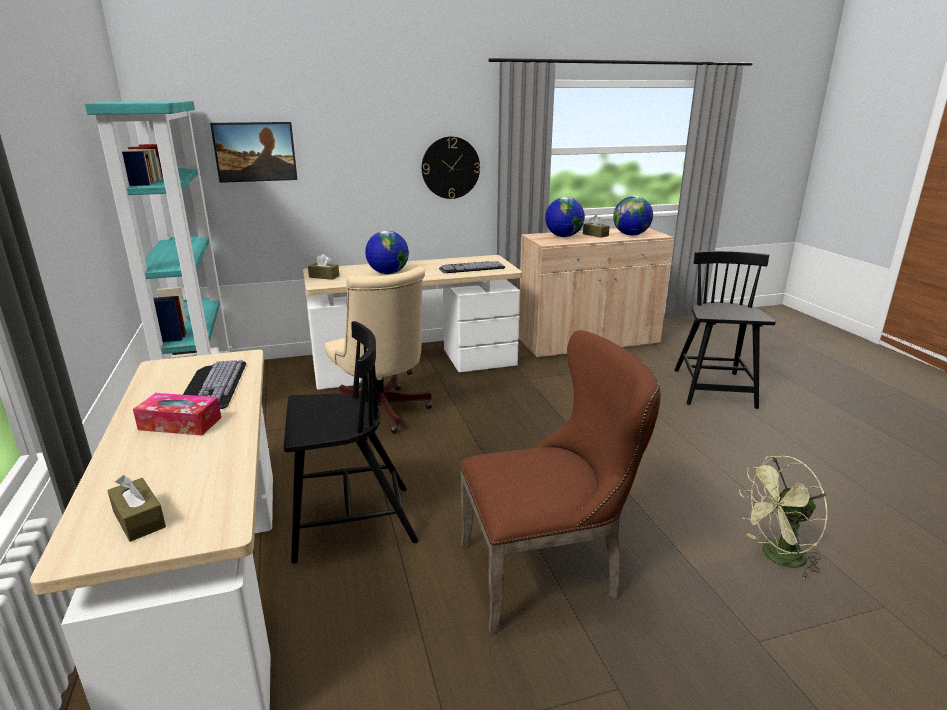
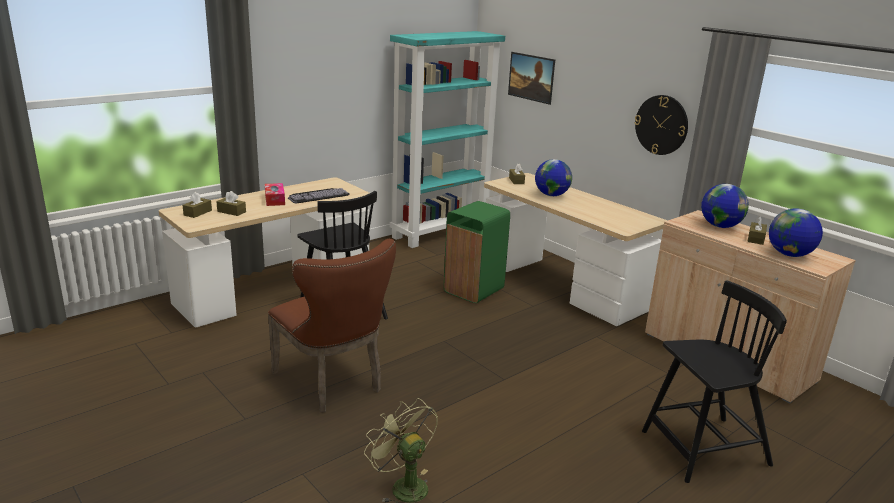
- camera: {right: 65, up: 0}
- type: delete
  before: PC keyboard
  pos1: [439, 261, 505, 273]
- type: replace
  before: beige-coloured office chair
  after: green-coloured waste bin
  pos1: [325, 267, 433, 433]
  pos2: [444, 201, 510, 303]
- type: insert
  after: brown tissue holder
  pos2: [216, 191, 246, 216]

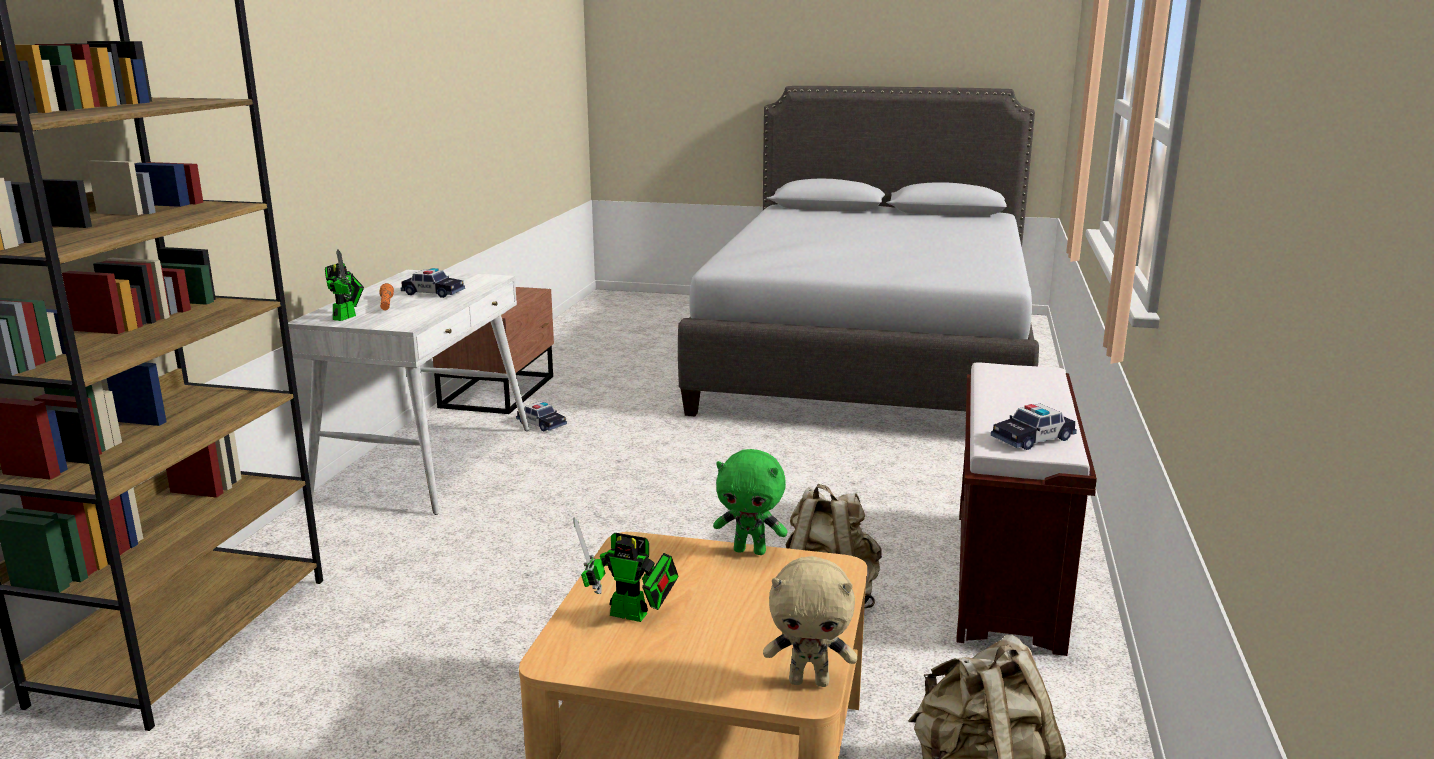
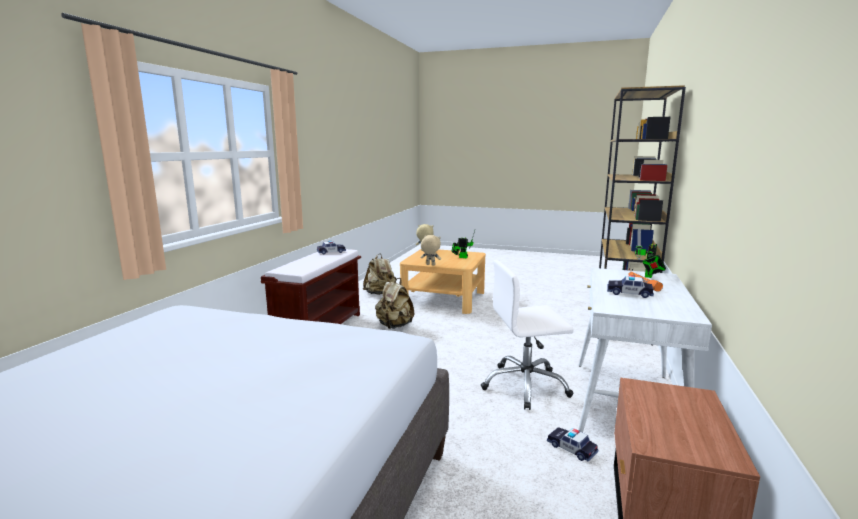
- camera: {right: -175, up: -5}
- type: recolor
  before: green-coloured plush toy
  after: beige-coloured plush toy
  pos1: [713, 449, 788, 555]
  pos2: [420, 235, 441, 265]
- type: insert
  after: white-coloured office chair
  pos2: [481, 260, 574, 410]

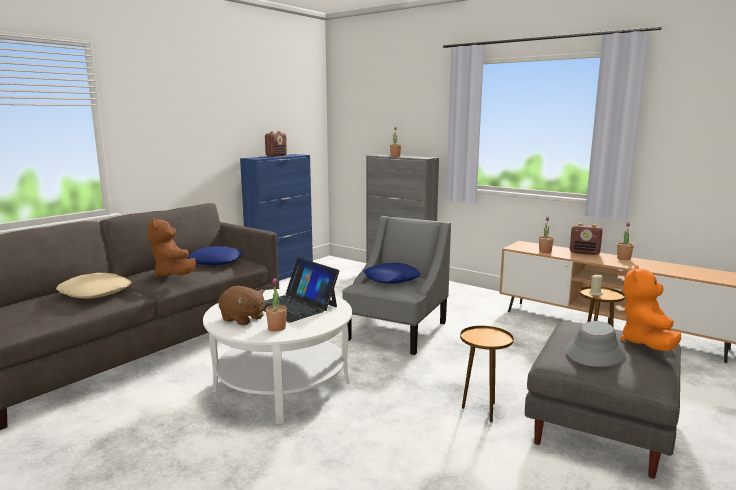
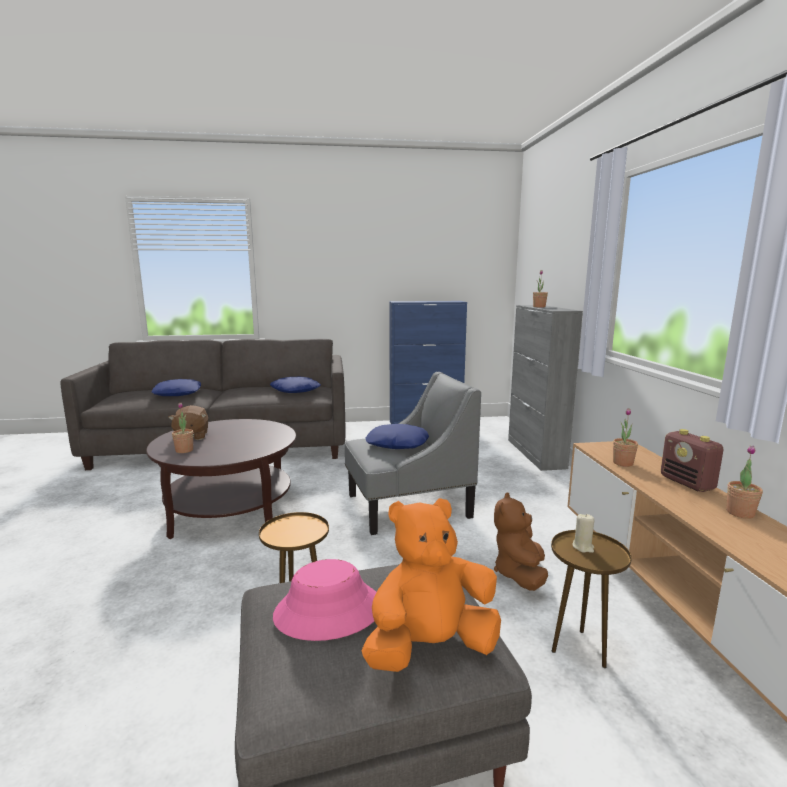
- camera: {right: 45, up: 0}
- type: delete
  before: radio
  pos1: [265, 131, 287, 157]
- type: move
  before: brown plush toy
  pos1: [147, 218, 196, 278]
  pos2: [494, 492, 548, 591]
- type: delete
  before: portable computer
  pos1: [263, 257, 339, 323]
- type: recolor
  before: beige-coloured throw pillow
  after: bluish throw pillow
  pos1: [56, 273, 132, 299]
  pos2: [152, 379, 201, 396]
- type: recolor
  before: white-coloured low table
  after: brown low table
  pos1: [203, 289, 352, 424]
  pos2: [146, 419, 296, 539]
- type: recolor
  before: greyish hat
  after: pink-coloured hat
  pos1: [566, 321, 626, 367]
  pos2: [273, 559, 377, 641]

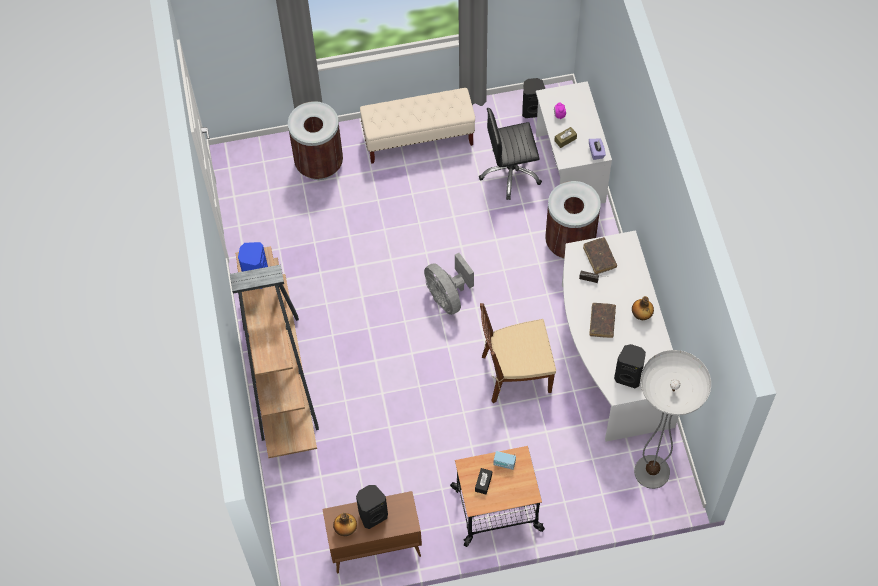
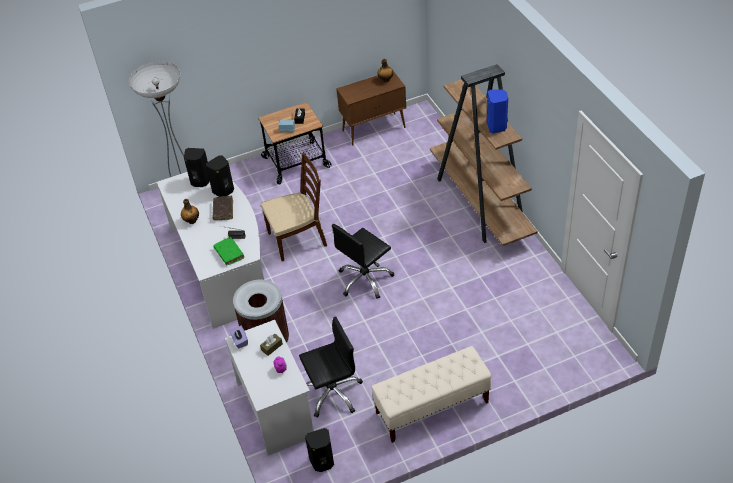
- camera: {right: 170, up: -15}
- type: delete
  before: brown waste bin
  pos1: [288, 101, 343, 180]
- type: recolor
  before: brown book
  after: green-coloured book
  pos1: [583, 237, 617, 274]
  pos2: [213, 237, 244, 265]
- type: replace
  before: greyish cooling fan
  after: black office chair
  pos1: [424, 253, 474, 315]
  pos2: [332, 224, 394, 299]
- type: move
  before: black loudspeaker
  pos1: [356, 485, 388, 529]
  pos2: [206, 155, 234, 197]

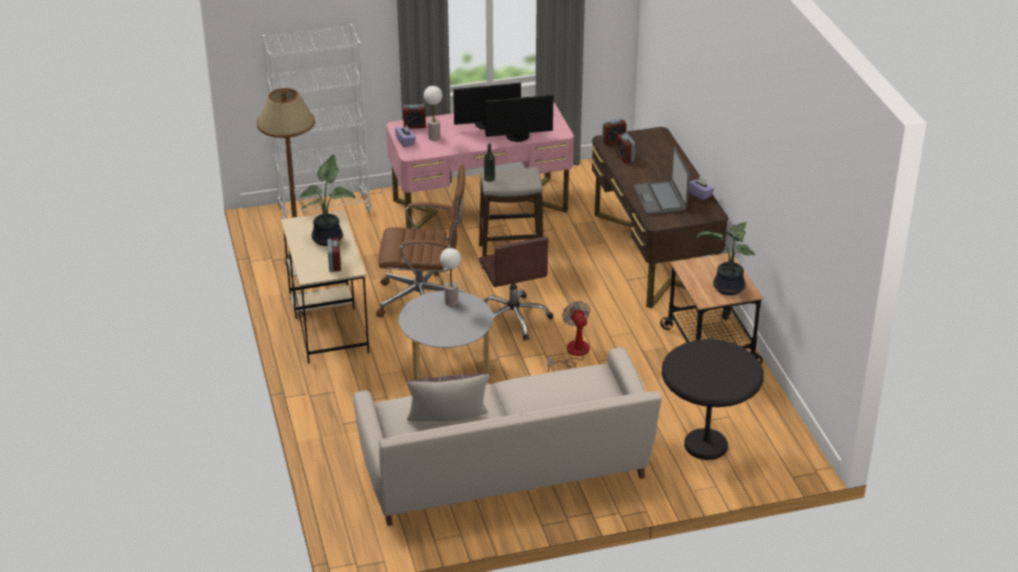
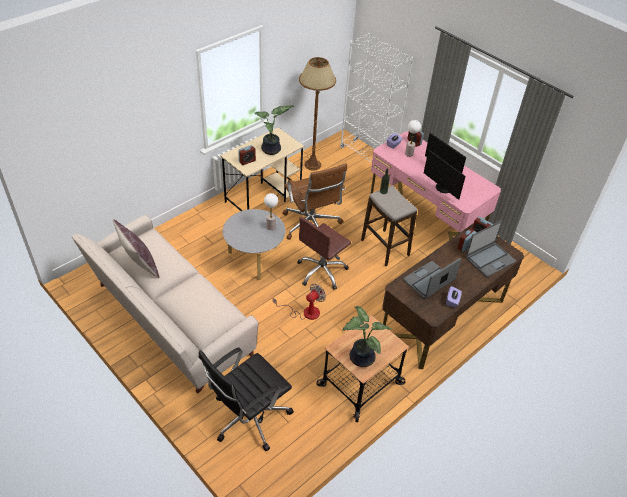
- camera: {right: 60, up: 10}
- type: replace
  before: black accent table
  after: black office chair
  pos1: [662, 339, 764, 460]
  pos2: [199, 347, 294, 452]
- type: insert
  after: portable computer
  pos2: [466, 221, 516, 277]

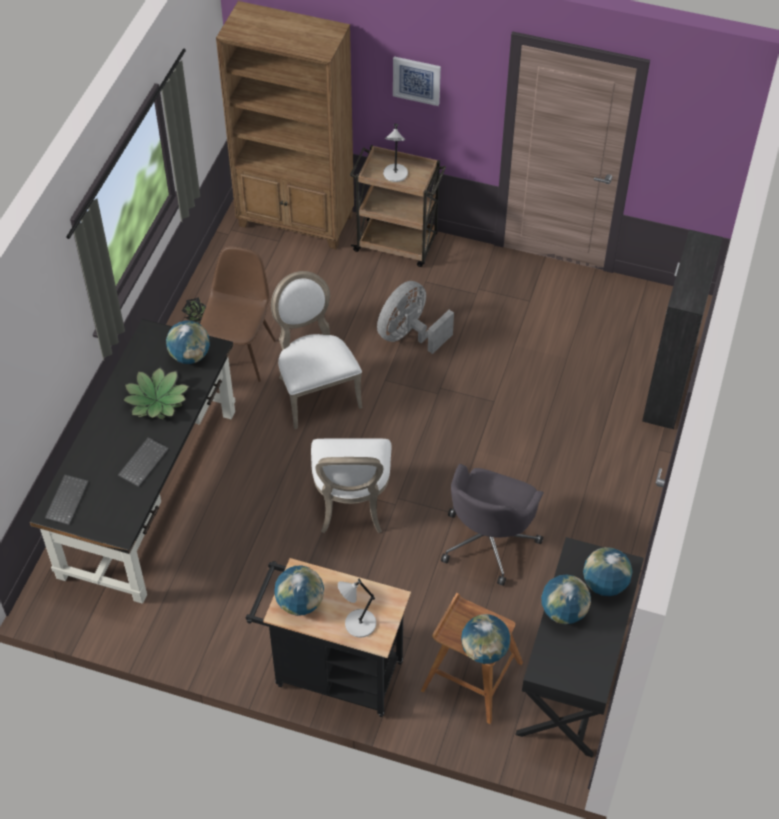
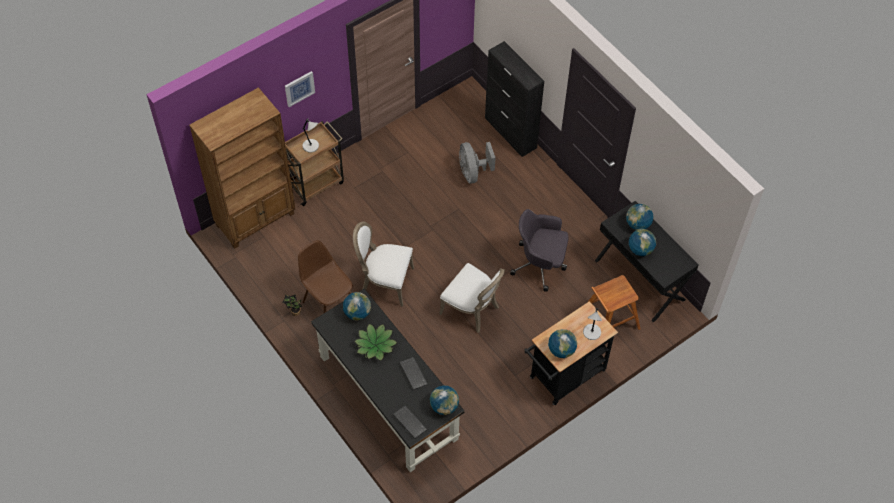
- camera: {right: -55, up: 5}
- type: move
  before: greyish cooling fan
  pos1: [377, 281, 454, 354]
  pos2: [459, 142, 496, 183]
- type: rotate
  before: greyish office chair
  pos1: [441, 464, 544, 586]
  pos2: [510, 209, 568, 292]
  turn: 135
- type: move
  before: globe
  pos1: [461, 614, 510, 664]
  pos2: [430, 386, 459, 415]

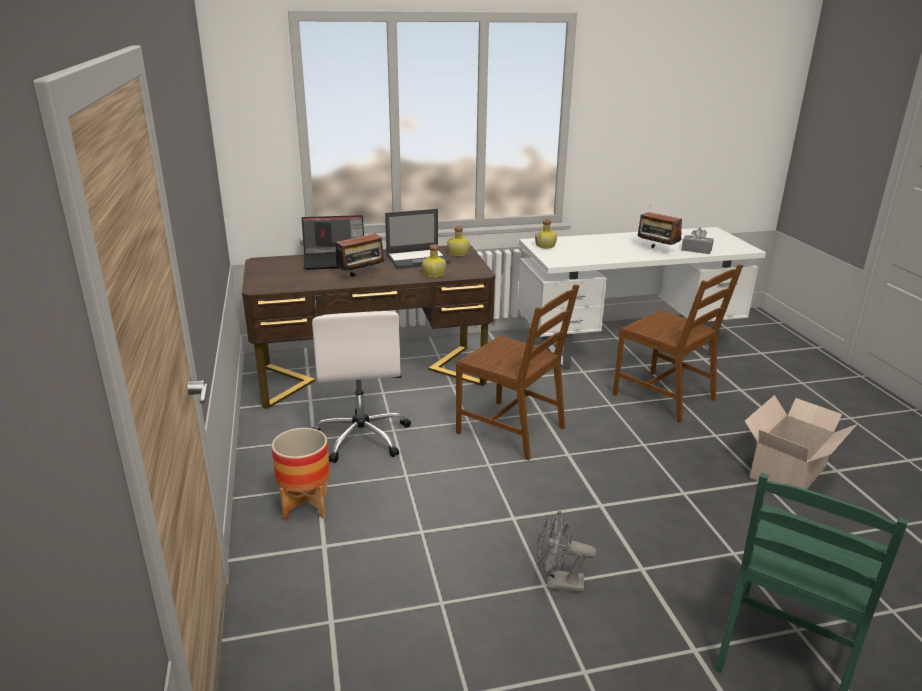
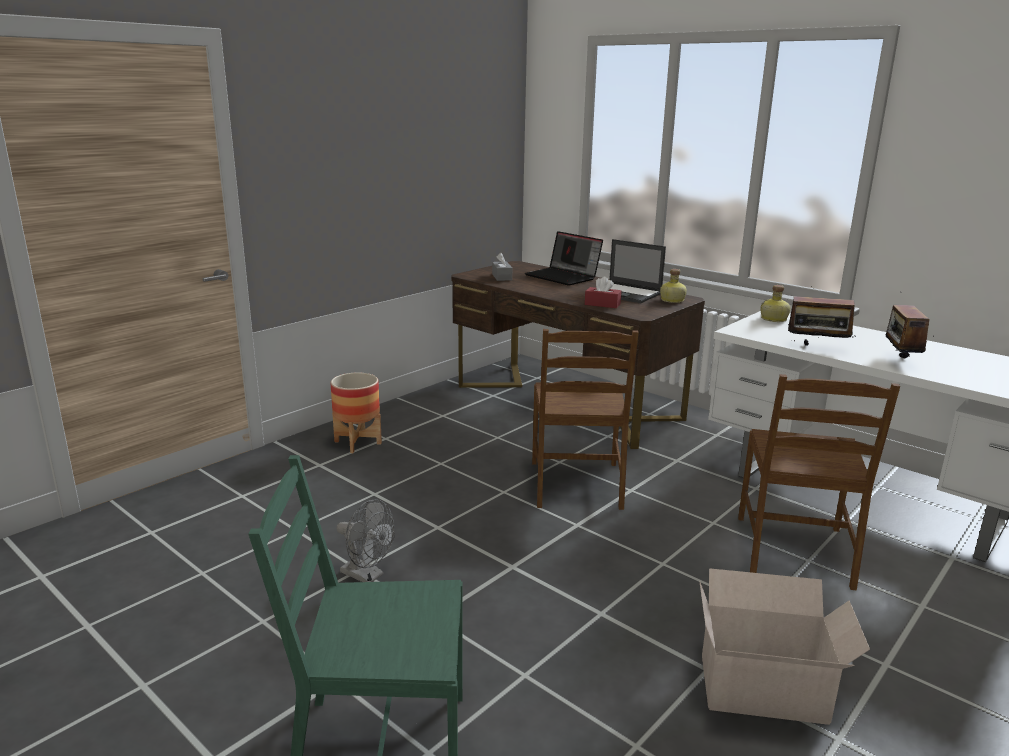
- camera: {right: 55, up: -5}
- type: move
  before: greyish tissue holder
  pos1: [682, 228, 714, 254]
  pos2: [492, 253, 512, 281]
- type: move
  before: radio
  pos1: [336, 233, 388, 277]
  pos2: [788, 284, 855, 345]
- type: replace
  before: beverage bottle
  after: reddish tissue holder
  pos1: [422, 245, 446, 277]
  pos2: [585, 277, 621, 308]
- type: delete
  before: white-coloured office chair
  pos1: [312, 311, 411, 463]
- type: rotate
  before: greyish cooling fan
  pos1: [537, 511, 597, 593]
  pos2: [337, 500, 395, 582]
  turn: 150

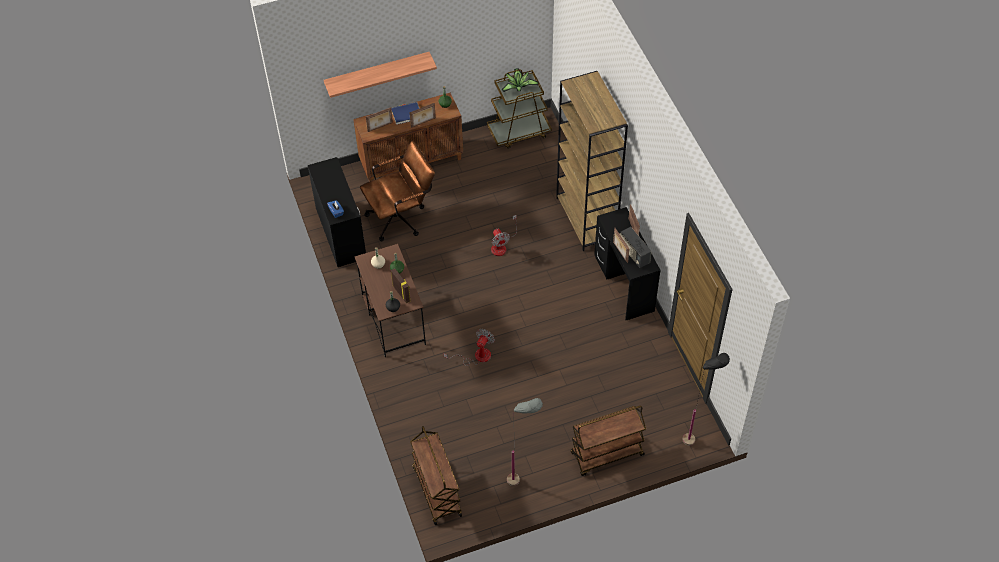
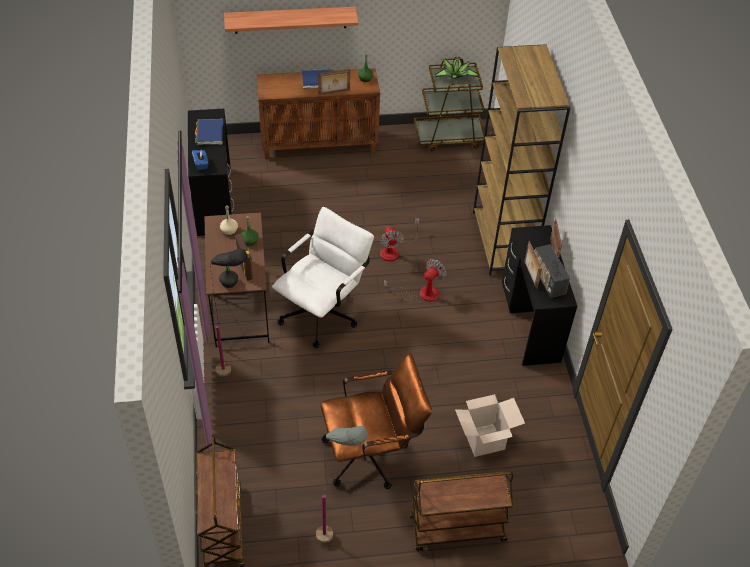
- camera: {right: 10, up: -5}
- type: delete
  before: standing frame
  pos1: [366, 107, 393, 132]
- type: move
  before: brown office chair
  pos1: [360, 140, 435, 242]
  pos2: [320, 353, 432, 489]
- type: move
  before: cooling fan
  pos1: [444, 329, 495, 366]
  pos2: [383, 259, 447, 302]
- type: move
  before: black standard lamp
  pos1: [682, 353, 730, 445]
  pos2: [210, 249, 248, 377]
- type: insert
  after: bluish book
  pos2: [195, 119, 223, 145]
- type: insert
  after: white-coloured office chair
  pos2: [272, 207, 374, 348]
- type: insert
  after: packing box
  pos2: [455, 394, 525, 457]

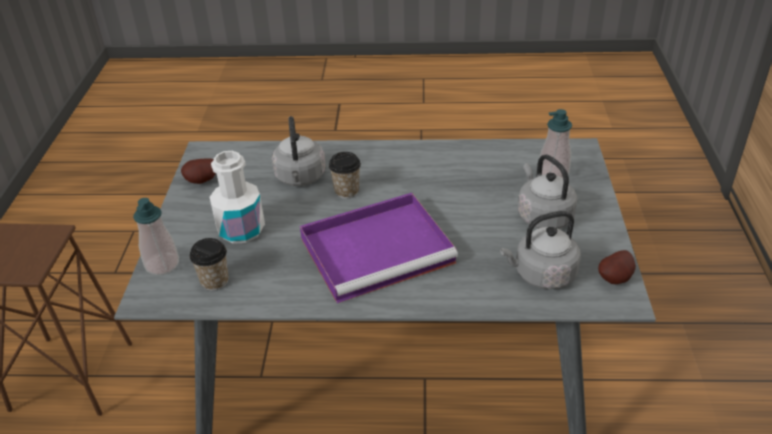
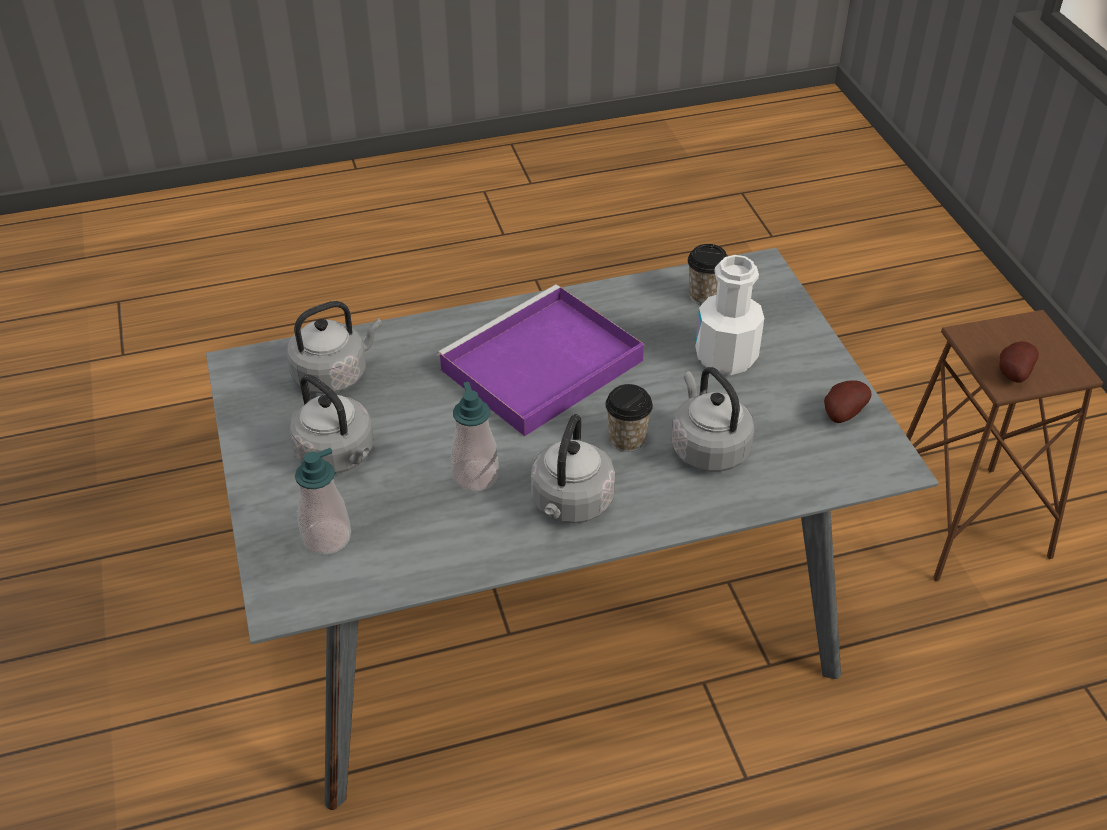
- camera: {right: 160, up: 5}
- type: move
  before: soap dispenser
  pos1: [133, 198, 179, 275]
  pos2: [451, 382, 499, 492]
- type: move
  before: potato
  pos1: [598, 250, 636, 284]
  pos2: [1000, 341, 1039, 383]
- type: insert
  after: greyish kettle
  pos2: [531, 414, 615, 523]

